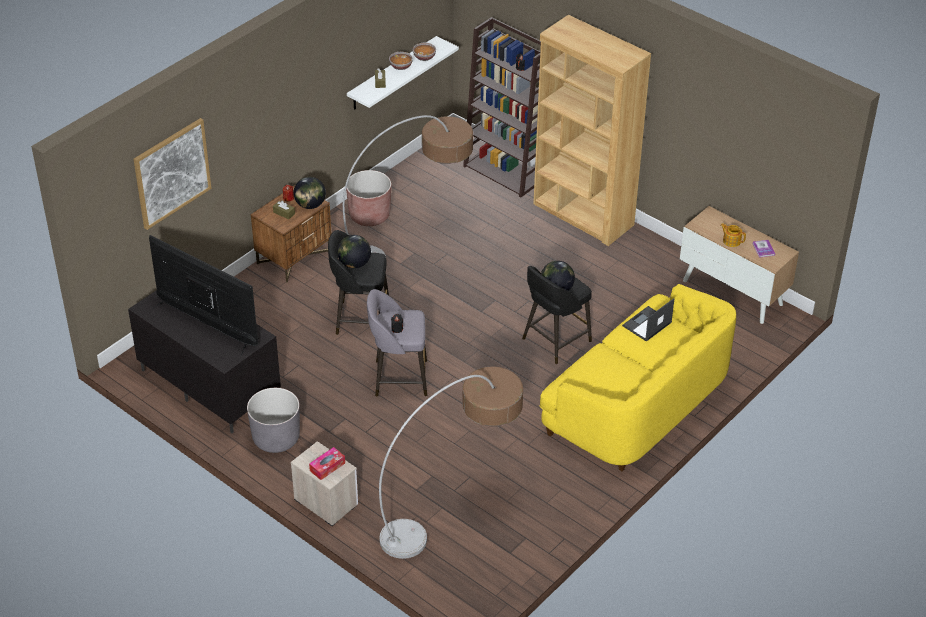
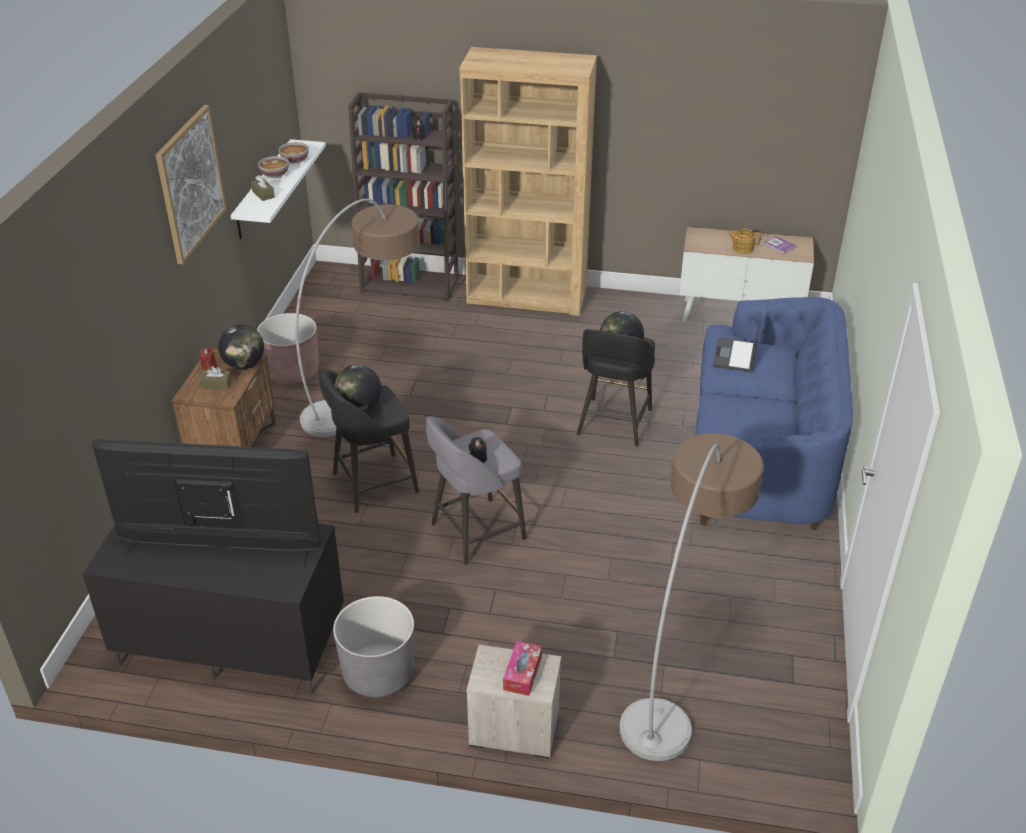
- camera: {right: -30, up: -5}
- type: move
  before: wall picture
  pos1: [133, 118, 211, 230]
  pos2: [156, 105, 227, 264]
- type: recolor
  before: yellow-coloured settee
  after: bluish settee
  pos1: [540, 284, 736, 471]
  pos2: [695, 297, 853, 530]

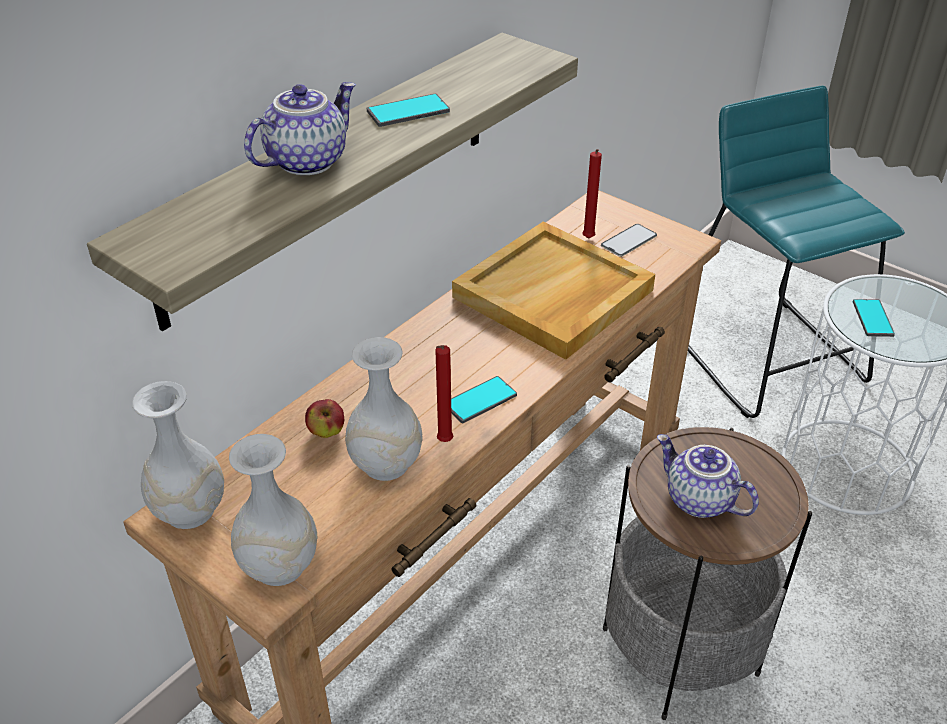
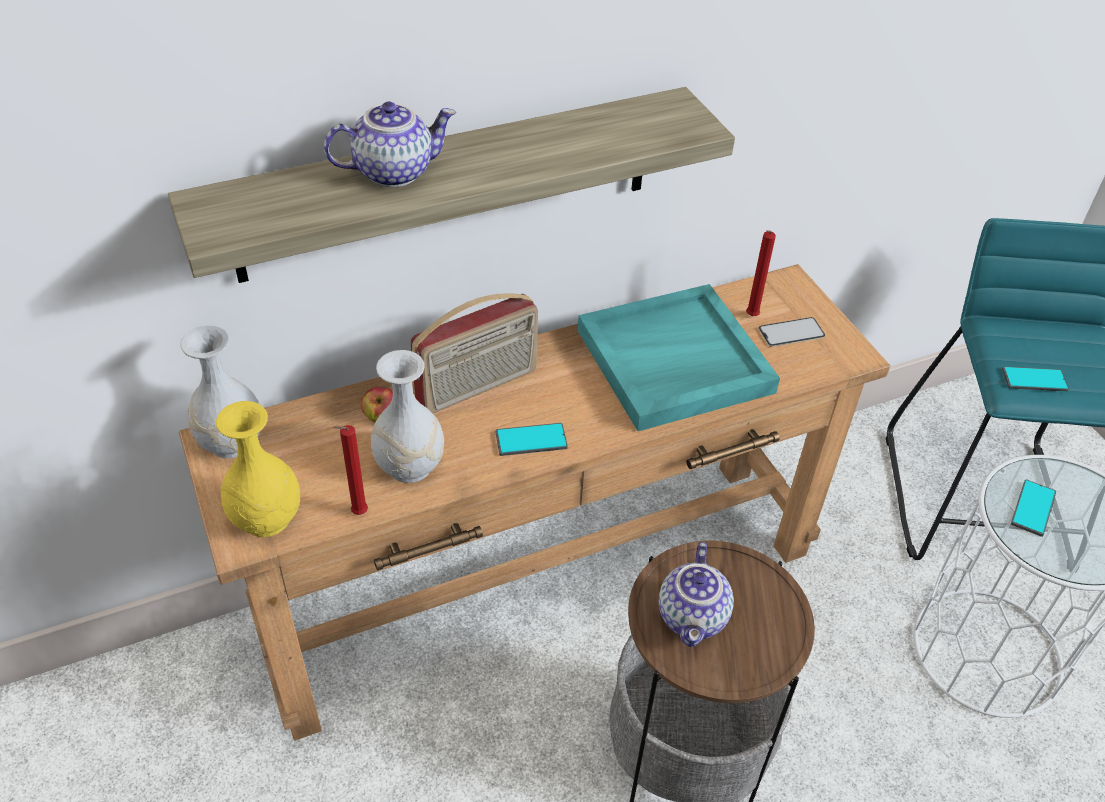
- camera: {right: 25, up: 5}
- type: move
  before: phone
  pos1: [367, 94, 450, 127]
  pos2: [1002, 366, 1069, 392]
- type: recolor
  before: beige-coloured serving tray
  after: turquoise serving tray
  pos1: [452, 222, 655, 360]
  pos2: [578, 284, 780, 431]
- type: move
  before: reddish wax light
  pos1: [435, 345, 453, 442]
  pos2: [332, 425, 368, 515]
- type: recolor
  before: white-coloured vase
  after: yellow-coloured vase
  pos1: [229, 434, 317, 586]
  pos2: [216, 401, 301, 537]
- type: rotate
  before: tea pot
  pos1: [657, 434, 759, 518]
  pos2: [659, 542, 734, 647]
  turn: -150
- type: insert
  after: radio
  pos2: [410, 293, 538, 413]

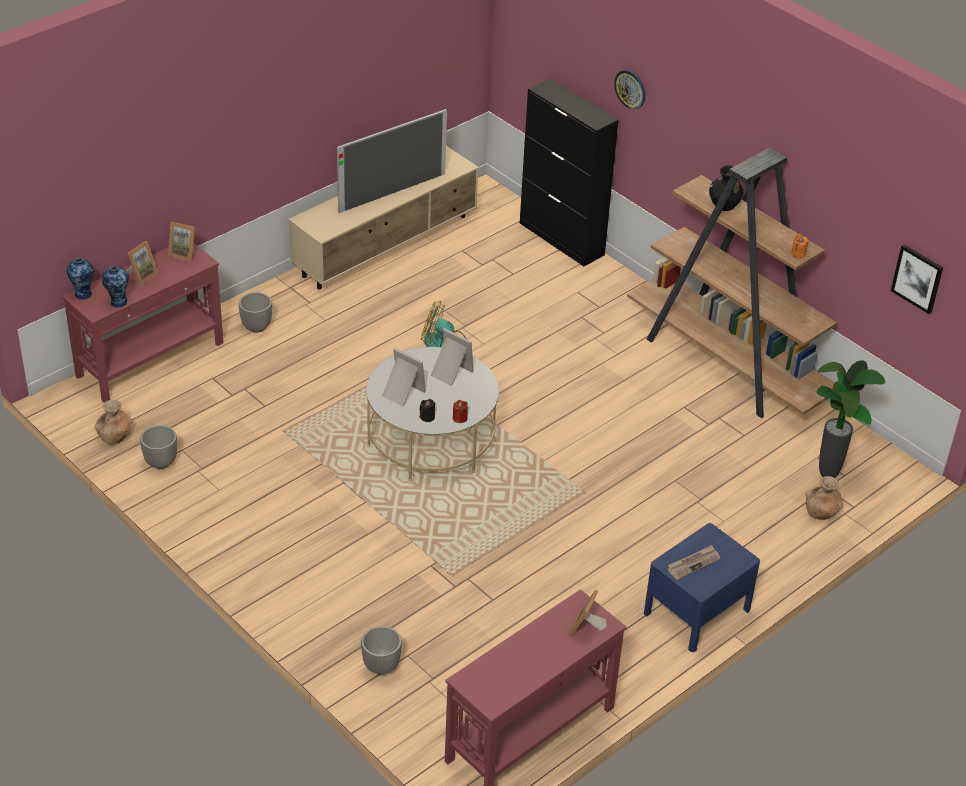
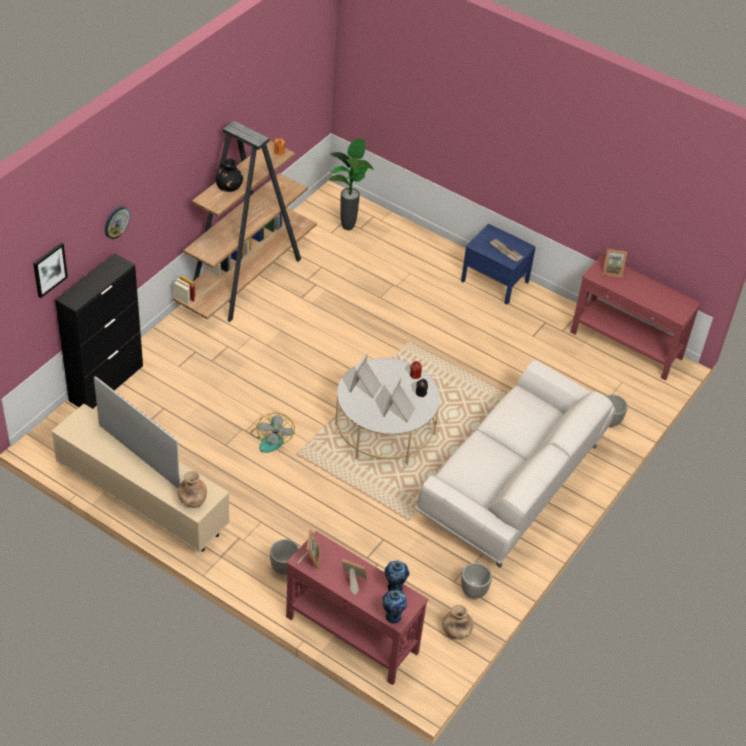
- camera: {right: -105, up: 5}
- type: move
  before: wall picture
  pos1: [891, 245, 943, 314]
  pos2: [33, 243, 68, 298]
- type: move
  before: brown vase
  pos1: [805, 476, 843, 520]
  pos2: [178, 471, 207, 508]
- type: insert
  after: white-coloured settee
  pos2: [415, 360, 615, 568]

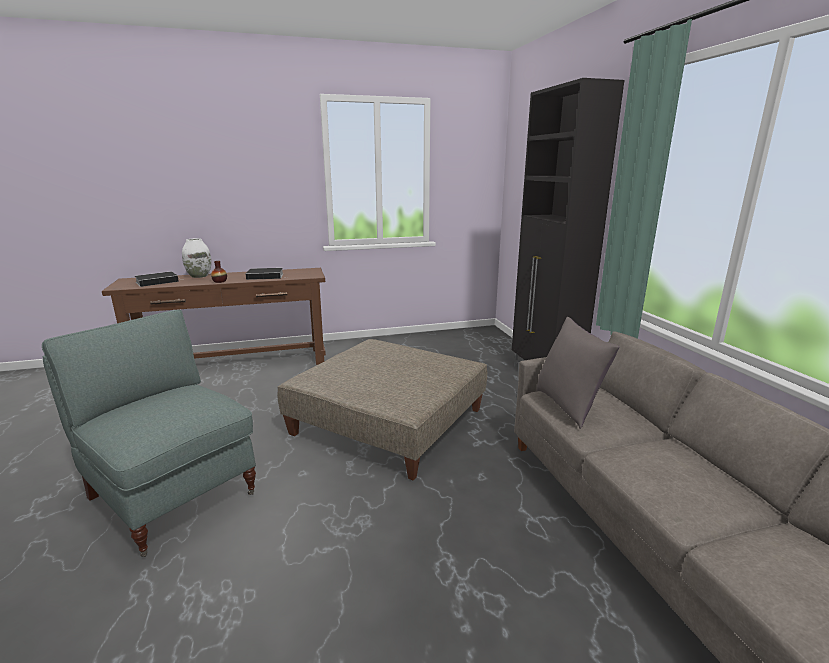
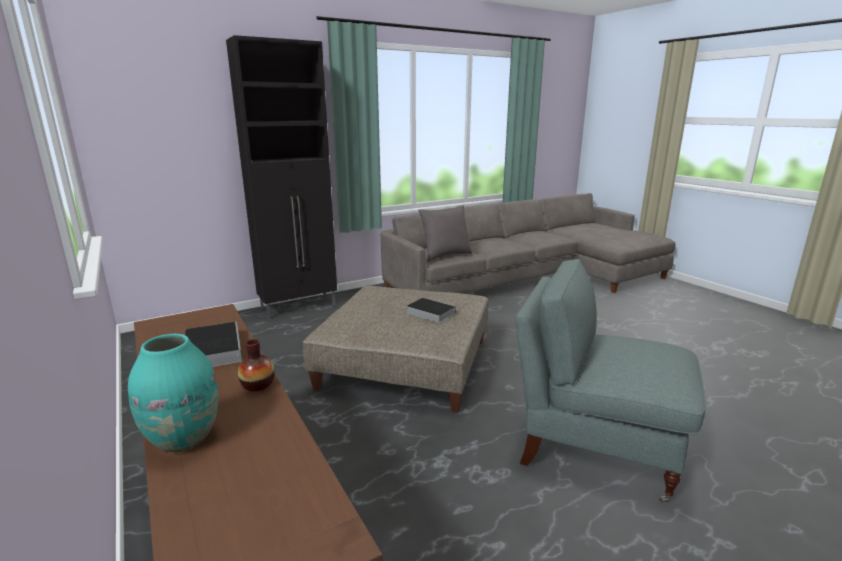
- camera: {right: -105, up: 0}
- type: recolor
  before: white-coloured vase
  after: turquoise vase
  pos1: [182, 238, 211, 278]
  pos2: [128, 334, 219, 453]
- type: move
  before: book
  pos1: [135, 271, 182, 287]
  pos2: [407, 298, 456, 323]
- type: rotate
  before: greyish armchair
  pos1: [42, 310, 256, 557]
  pos2: [516, 259, 706, 502]
  turn: 90

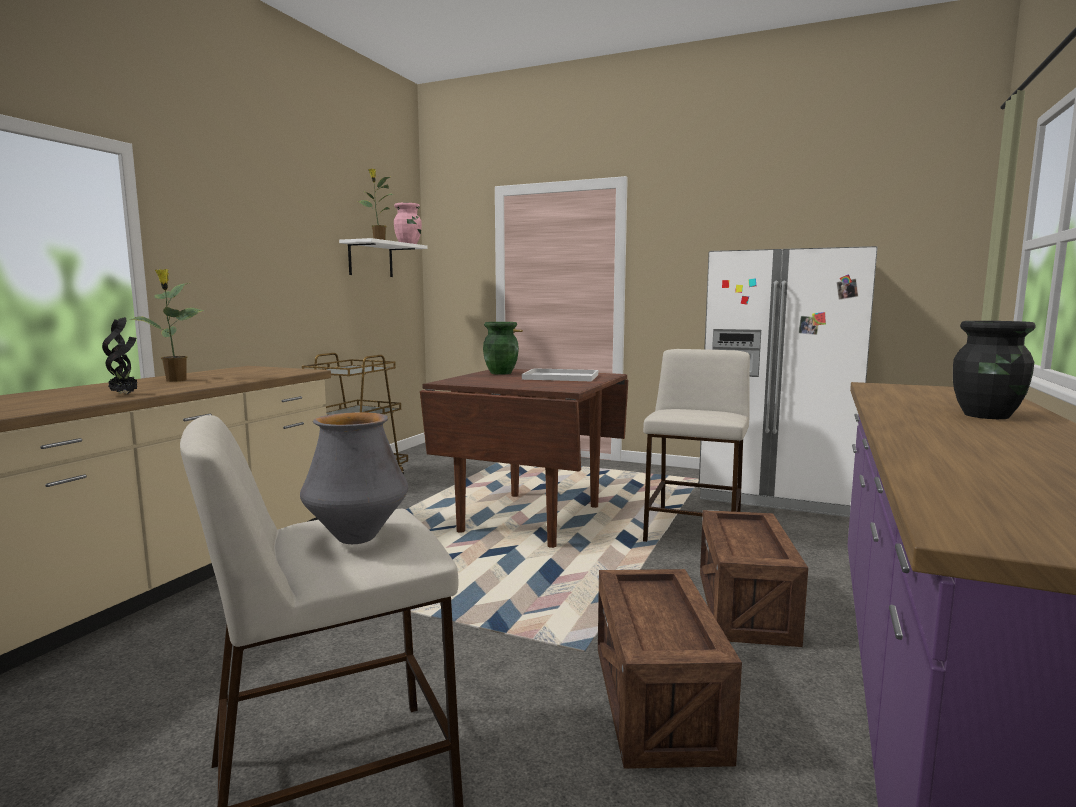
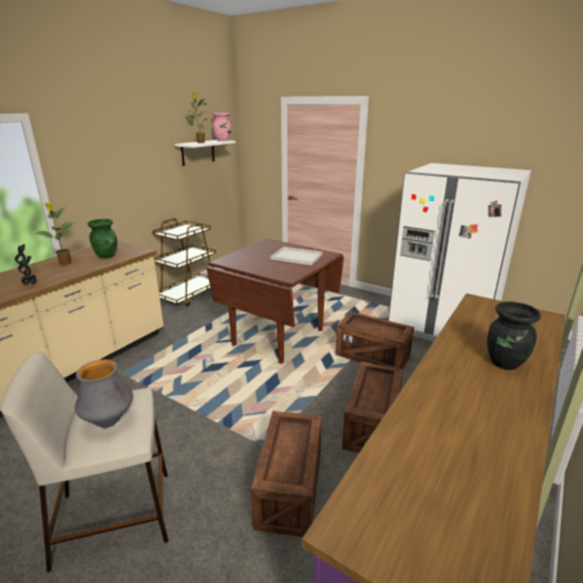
- camera: {right: 10, up: 15}
- type: move
  before: green-coloured vase
  pos1: [483, 322, 519, 375]
  pos2: [87, 219, 117, 259]
- type: replace
  before: beige-coloured stool seat
  after: packing crate
  pos1: [643, 349, 750, 542]
  pos2: [335, 312, 414, 369]

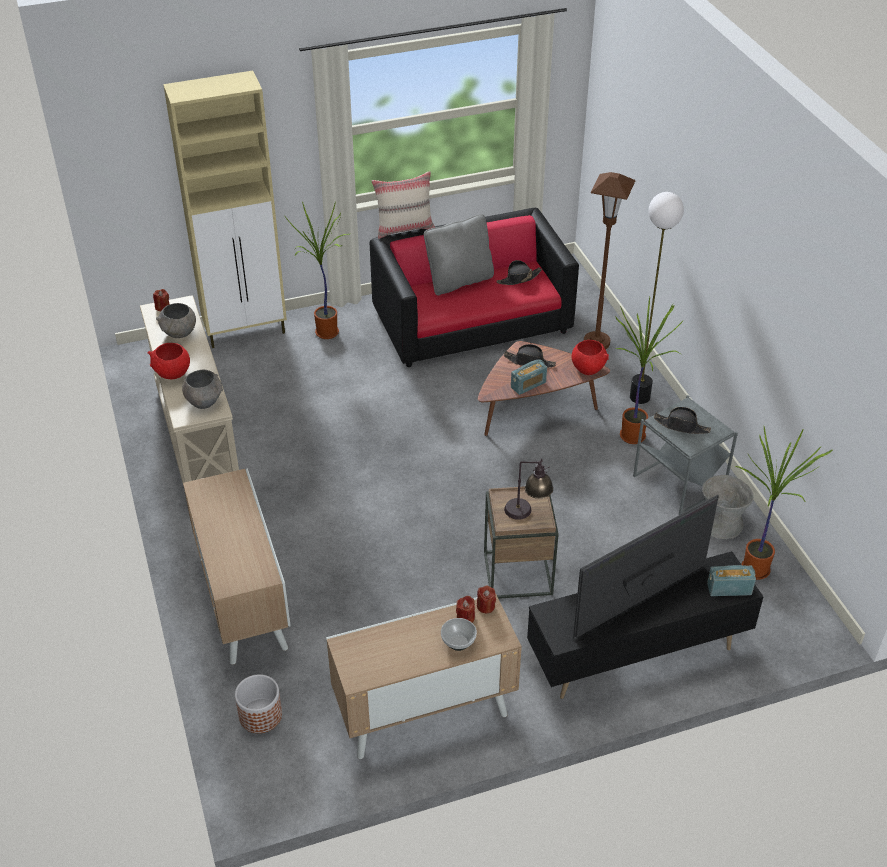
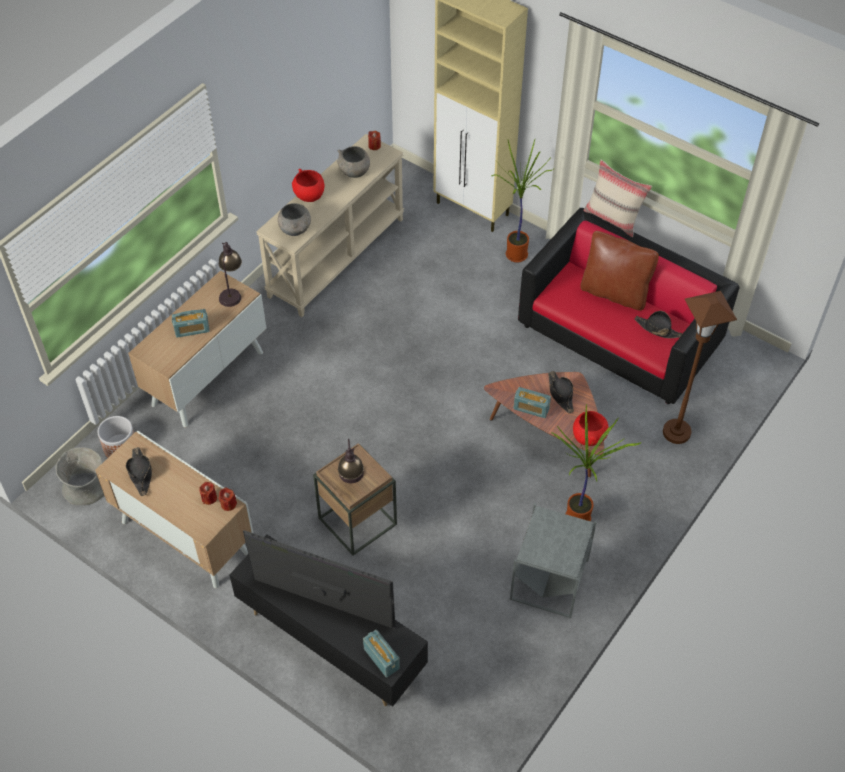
- camera: {right: 55, up: 10}
- type: delete
  before: standard lamp
  pos1: [630, 192, 684, 404]
- type: recolor
  before: greyish throw pillow
  after: brown throw pillow
  pos1: [424, 214, 494, 295]
  pos2: [580, 231, 659, 311]
- type: move
  before: black hat
  pos1: [654, 407, 711, 434]
  pos2: [126, 447, 152, 496]
- type: delete
  before: plant in a pot
  pos1: [736, 427, 833, 580]
- type: move
  before: greyish vase
  pos1: [702, 475, 754, 539]
  pos2: [55, 447, 104, 505]
- type: delete
  before: serving bowl
  pos1: [441, 618, 477, 651]
- type: insert
  after: lamp for a table
  pos2: [219, 242, 242, 307]
- type: insert
  after: radio
  pos2: [172, 309, 210, 338]

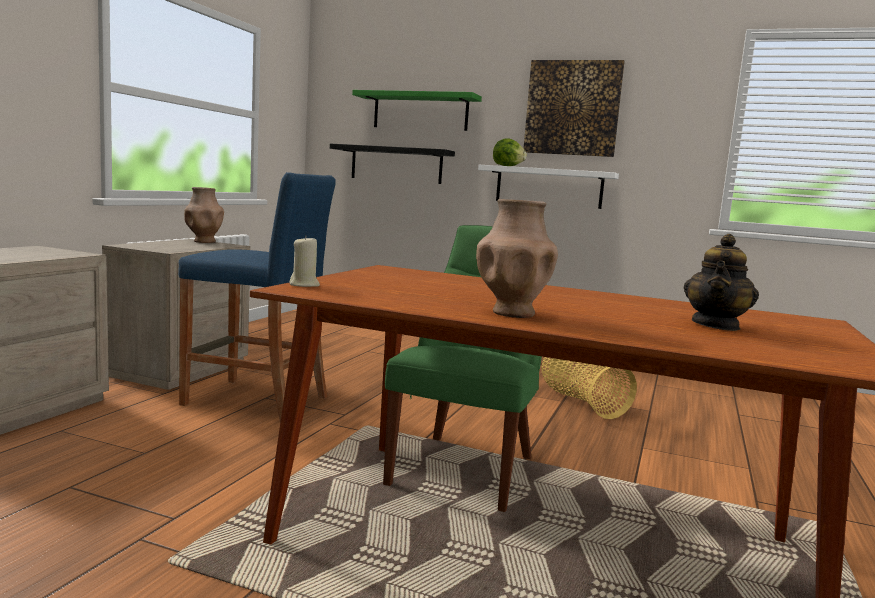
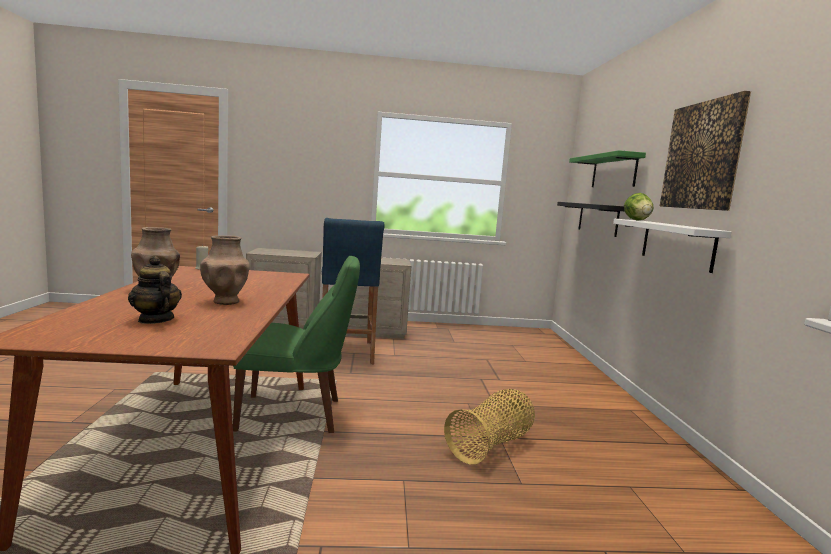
- camera: {right: 65, up: 0}
- type: move
  before: brown vase
  pos1: [184, 187, 224, 243]
  pos2: [200, 235, 250, 305]
- type: rotate
  before: tea pot
  pos1: [684, 234, 759, 331]
  pos2: [128, 256, 182, 324]
  turn: 45

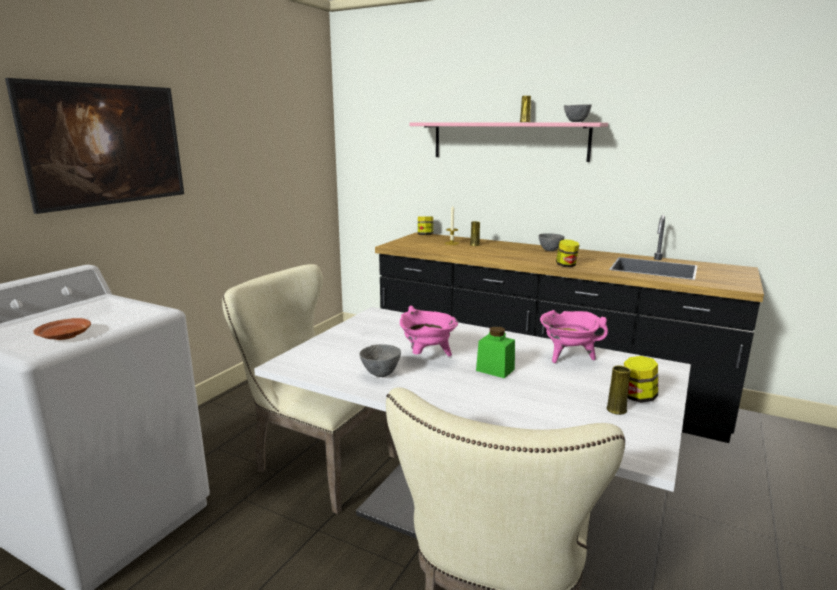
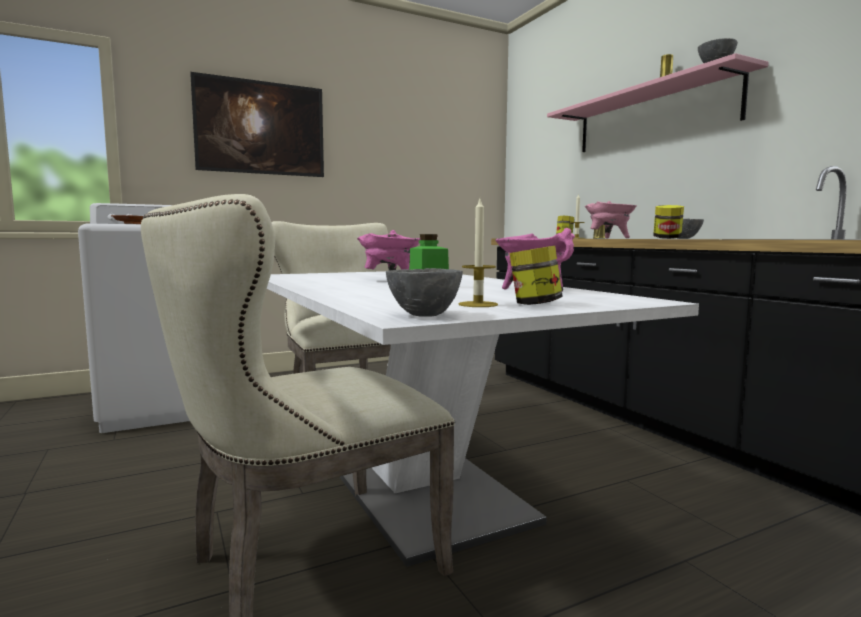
- camera: {right: 35, up: -10}
- type: move
  before: greyish serving bowl
  pos1: [359, 344, 401, 377]
  pos2: [386, 268, 463, 317]
- type: replace
  before: yellow-coloured vase
  after: wax light
  pos1: [606, 365, 631, 415]
  pos2: [459, 199, 498, 307]
- type: insert
  after: pink-coloured stockpot
  pos2: [585, 201, 637, 239]

